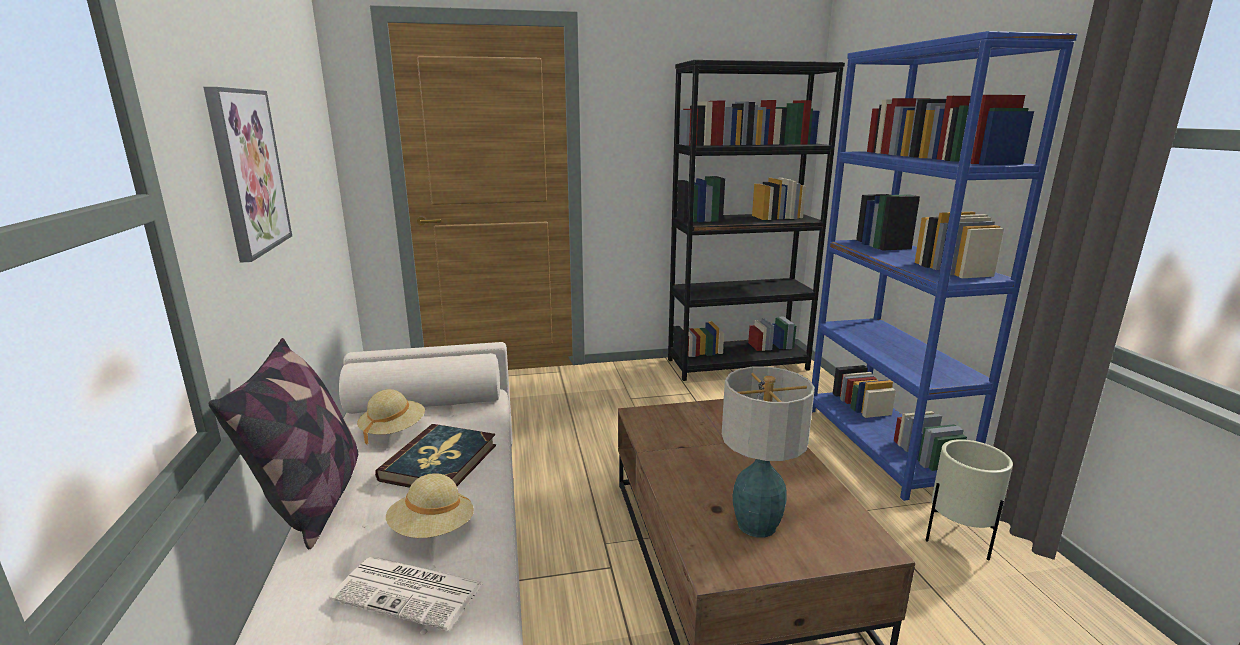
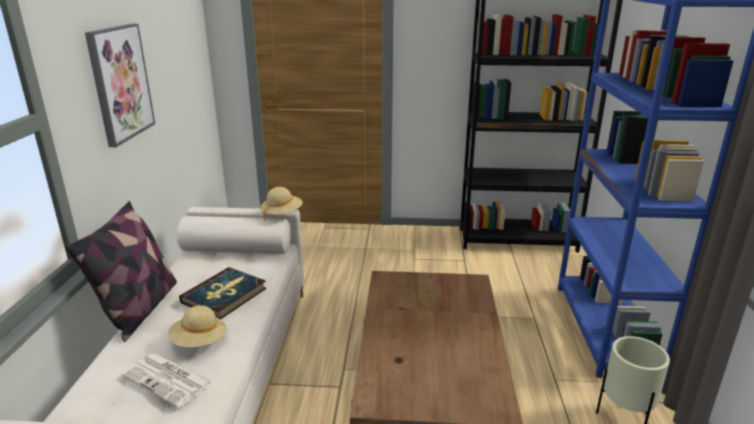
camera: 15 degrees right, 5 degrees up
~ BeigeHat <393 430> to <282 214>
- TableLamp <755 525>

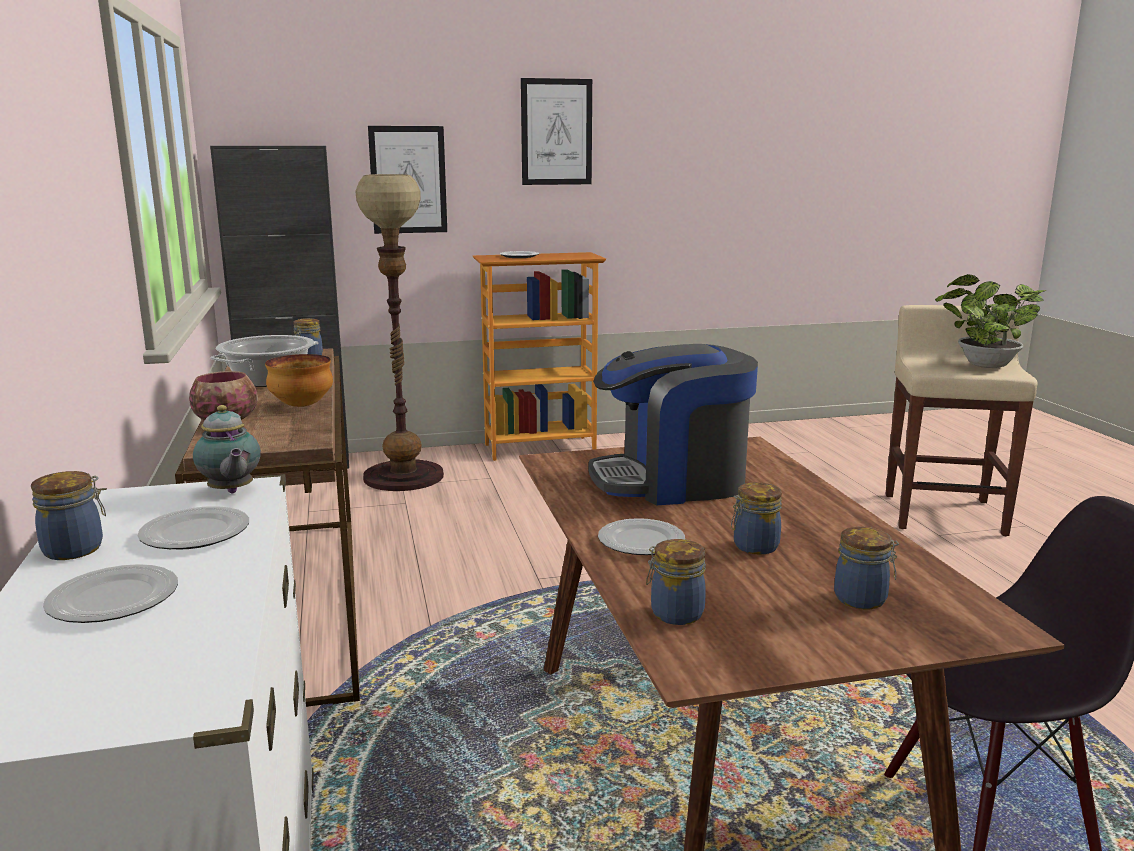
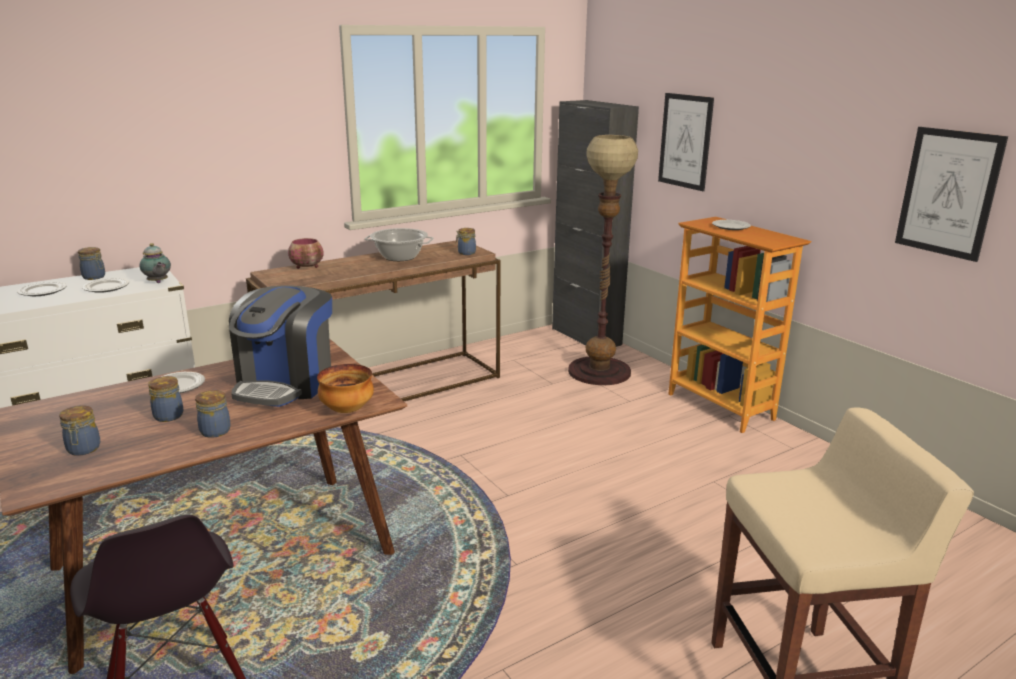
camera: 70 degrees right, 5 degrees up
~ Teapot <231 492> = <158 282> 75 degrees counterclockwise
~ Bowl <301 406> to <346 410>
~ Picture <556 132> to <948 193>
~ CoffeeMachine <672 481> = <285 384> 135 degrees counterclockwise
~ Jar <674 613> to <216 430>
- PottedPlant <982 365>

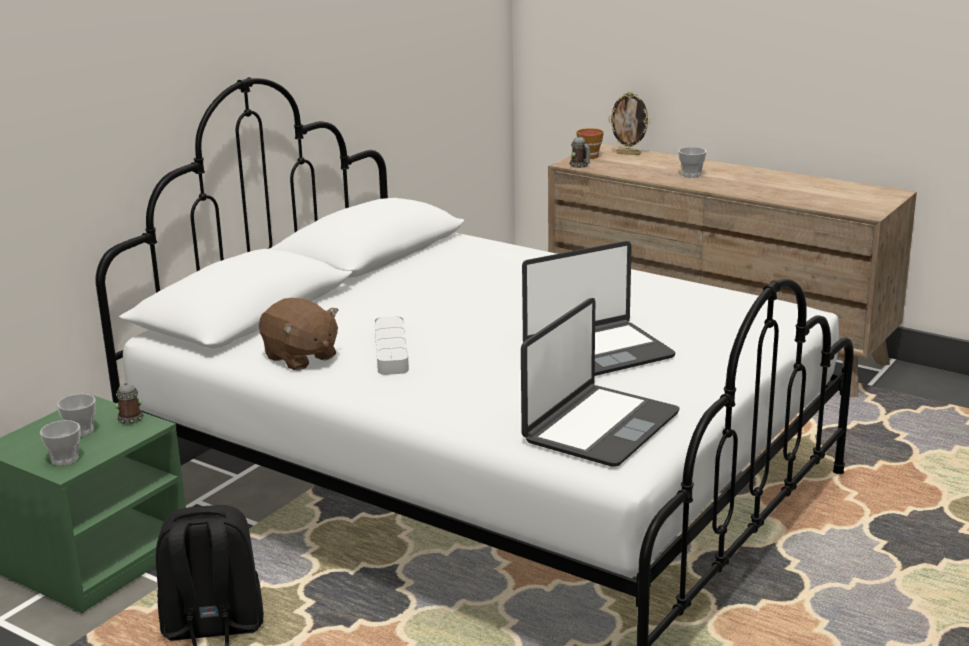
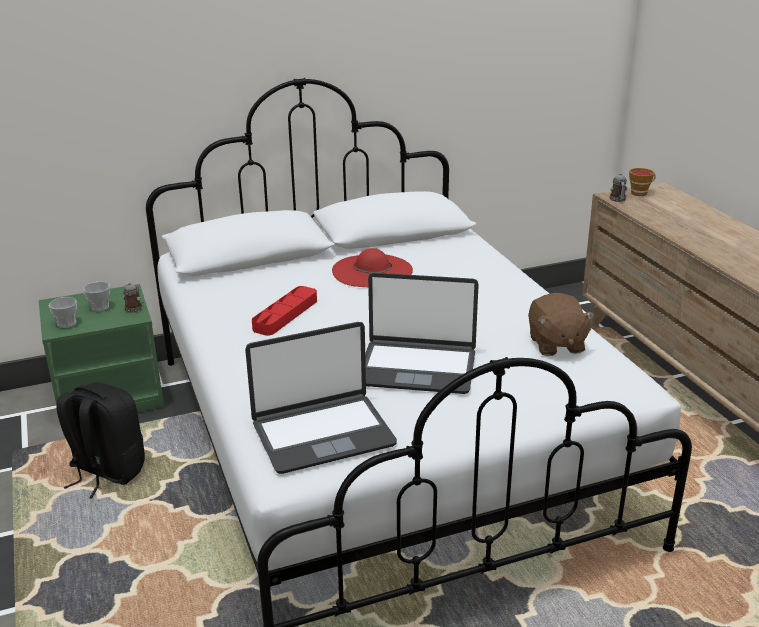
camera: 35 degrees right, 5 degrees up
~ BrownPlushToy <300 357> to <555 344>
~ GreyTray <391 351> to RedTray <285 315>
- PictureFrame <628 154>
- Cup <691 174>
+ RedHat <372 271>

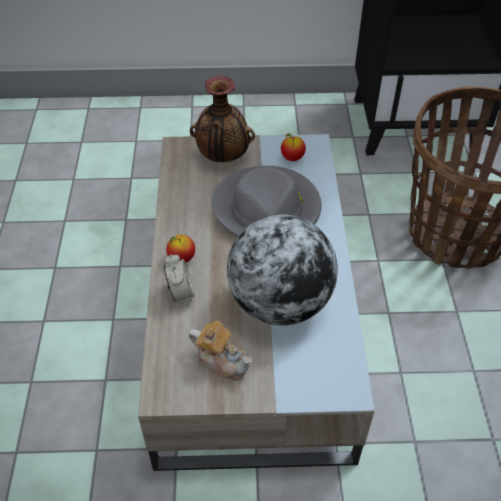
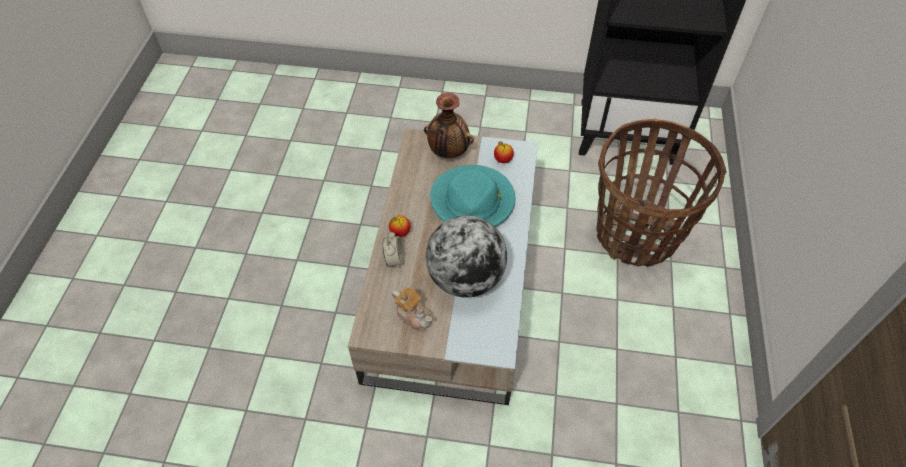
camera: 10 degrees right, 5 degrees up
~ GreyHat <267 209> to TurquoiseHat <473 201>

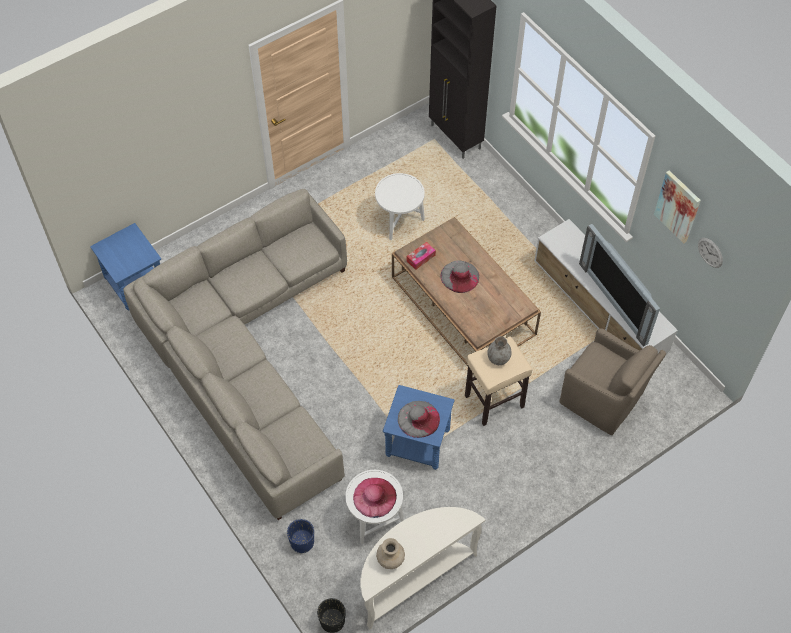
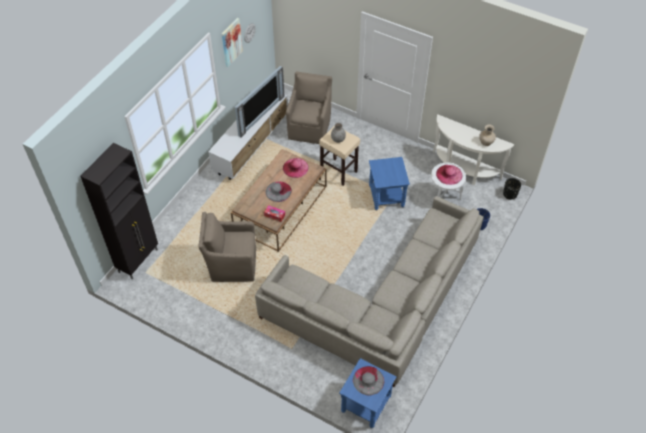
camera: 115 degrees left, 5 degrees down
~ WhiteSideTable <399 223> to BrownArmchair <232 264>
~ GreyHat <418 419> to <368 380>
+ PinkHat <295 167>

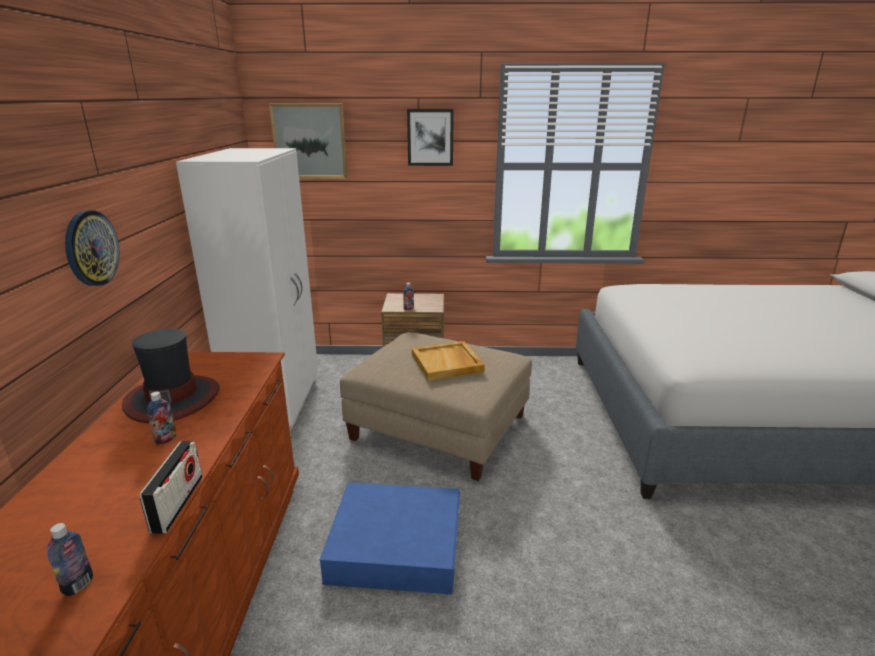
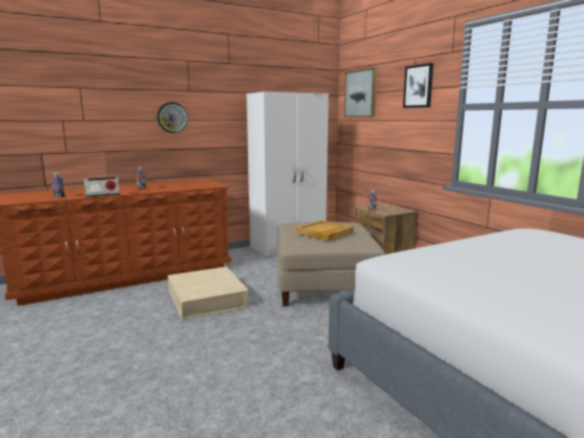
camera: 60 degrees right, 10 degrees down
- Hat <173 398>
~ BlueStorageBox <395 545> to BeigeStorageBox <207 299>

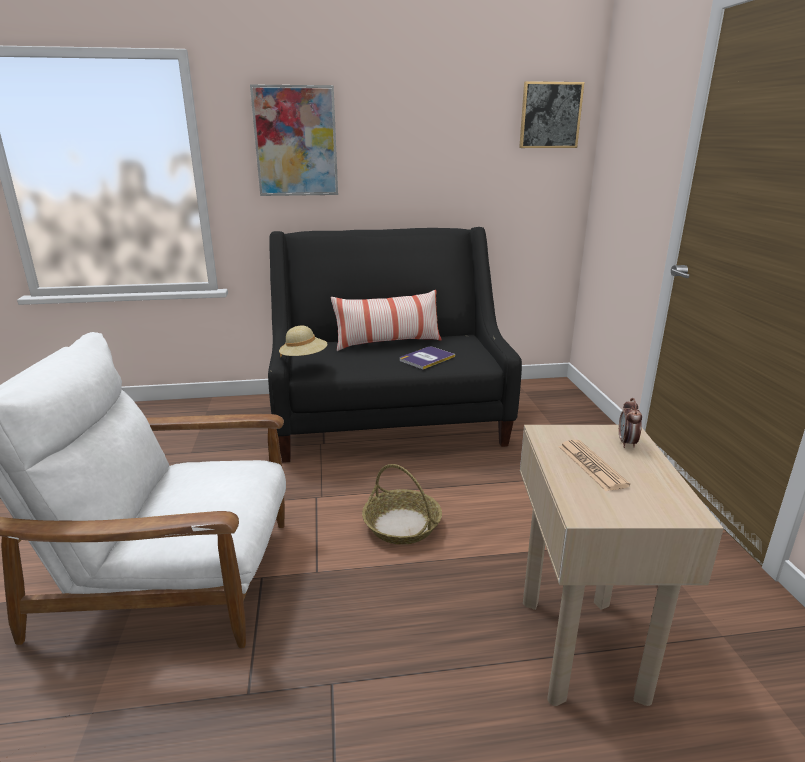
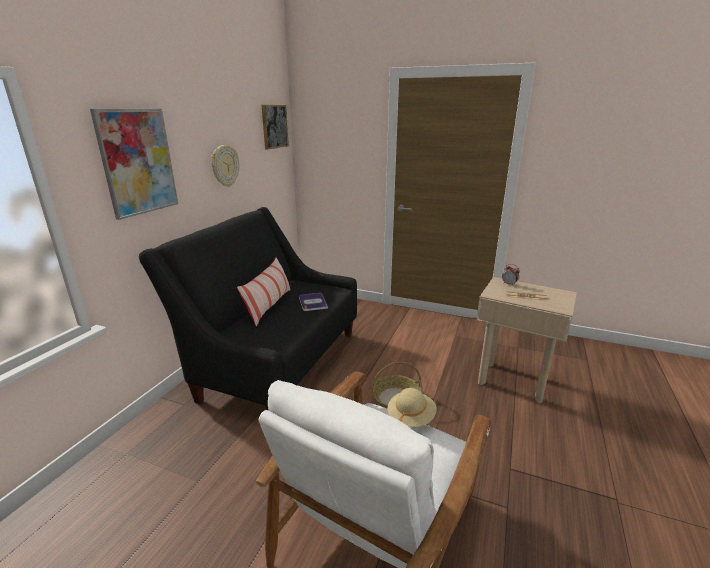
camera: 60 degrees left, 0 degrees up
~ BeigeHat <304 358> to <411 417>
+ WallClock <224 166>

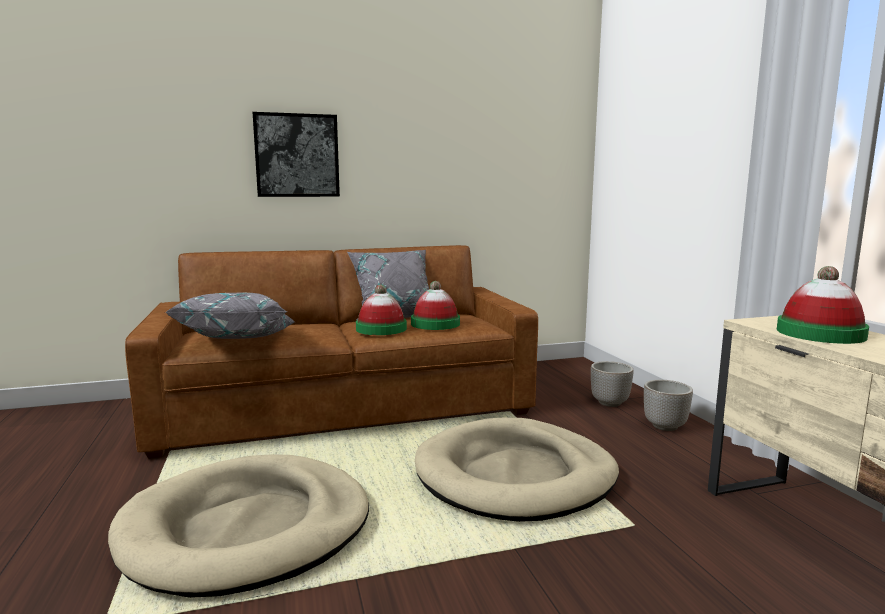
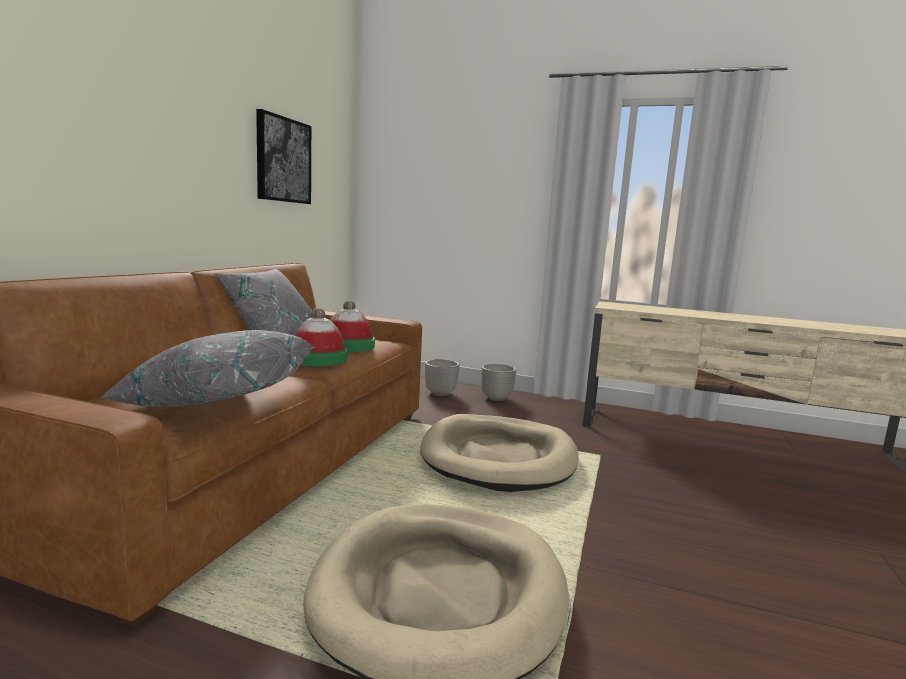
camera: 55 degrees left, 0 degrees up
~ Picture <297 155> to <283 160>
- Hat <820 333>

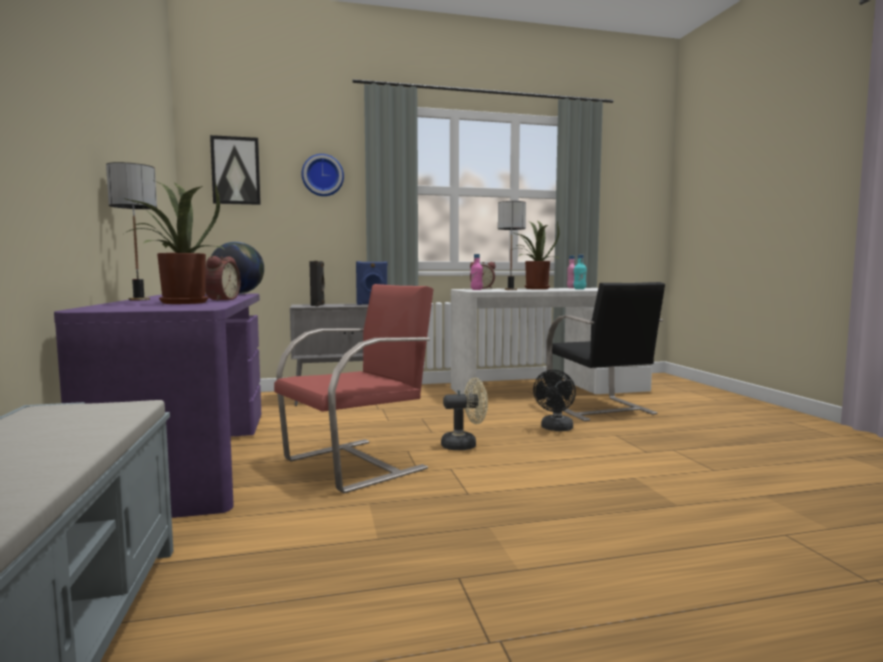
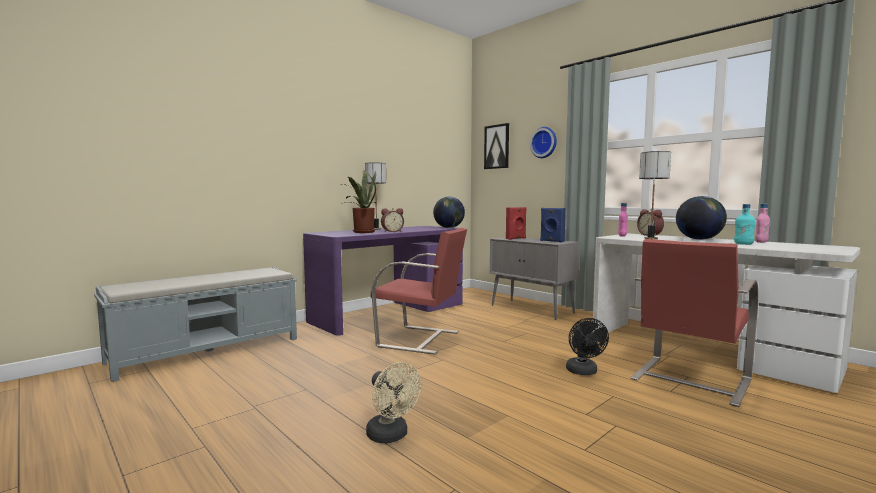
camera: 60 degrees right, 0 degrees up
~ BlackSpeaker <318 305> to RedSpeaker <516 238>
~ BeigeFan <464 445> to <391 436>
~ PottedPlant <534 288> to Globe <699 239>
~ BlackFan <555 429> = <583 372> 90 degrees counterclockwise
~ BlackChair <600 409> to RedChair <689 380>

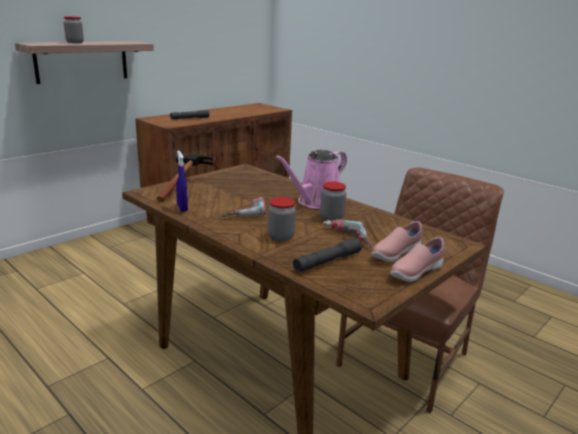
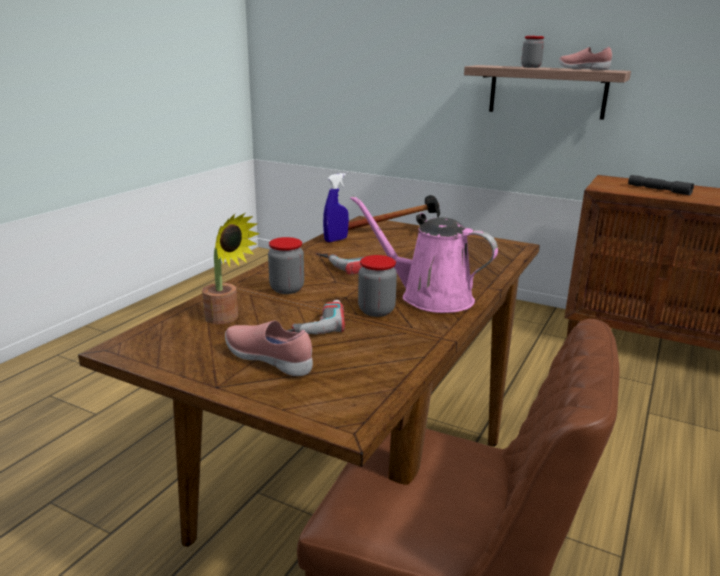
camera: 75 degrees right, 0 degrees up
~ GreyFlashlight <327 261> to PottedPlant <226 318>
~ PinkShoe <415 273> to <583 69>

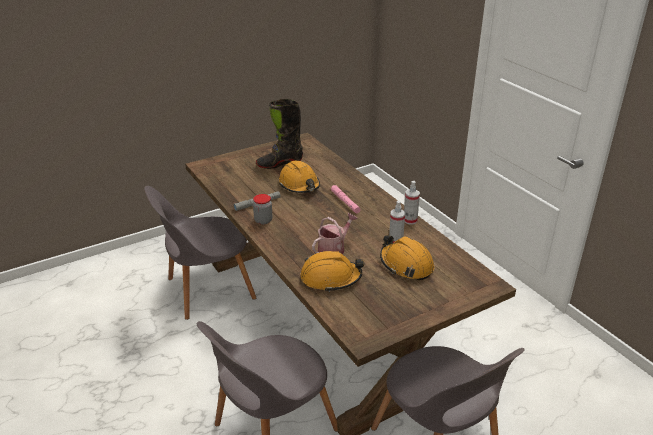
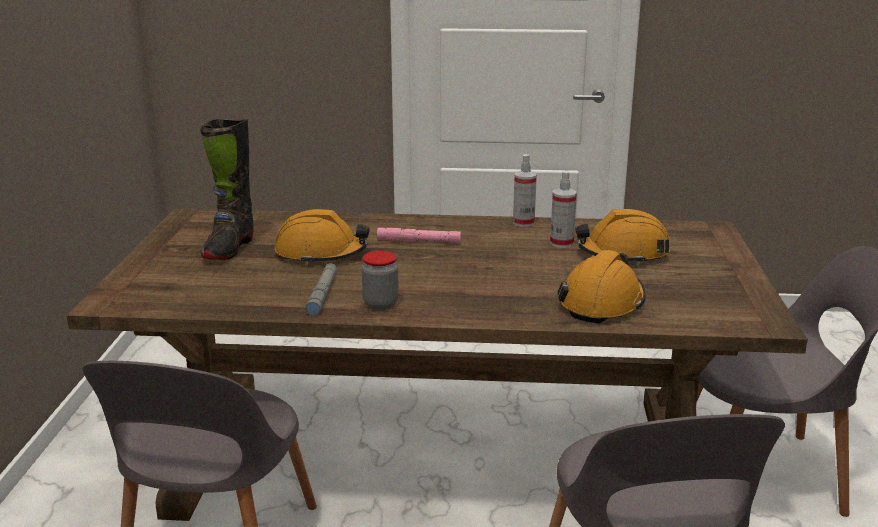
camera: 55 degrees left, 10 degrees down
- WateringCan <334 249>

